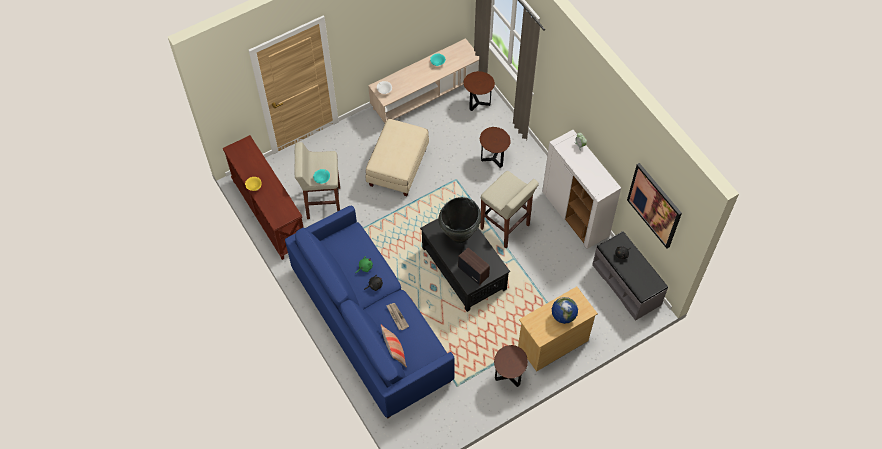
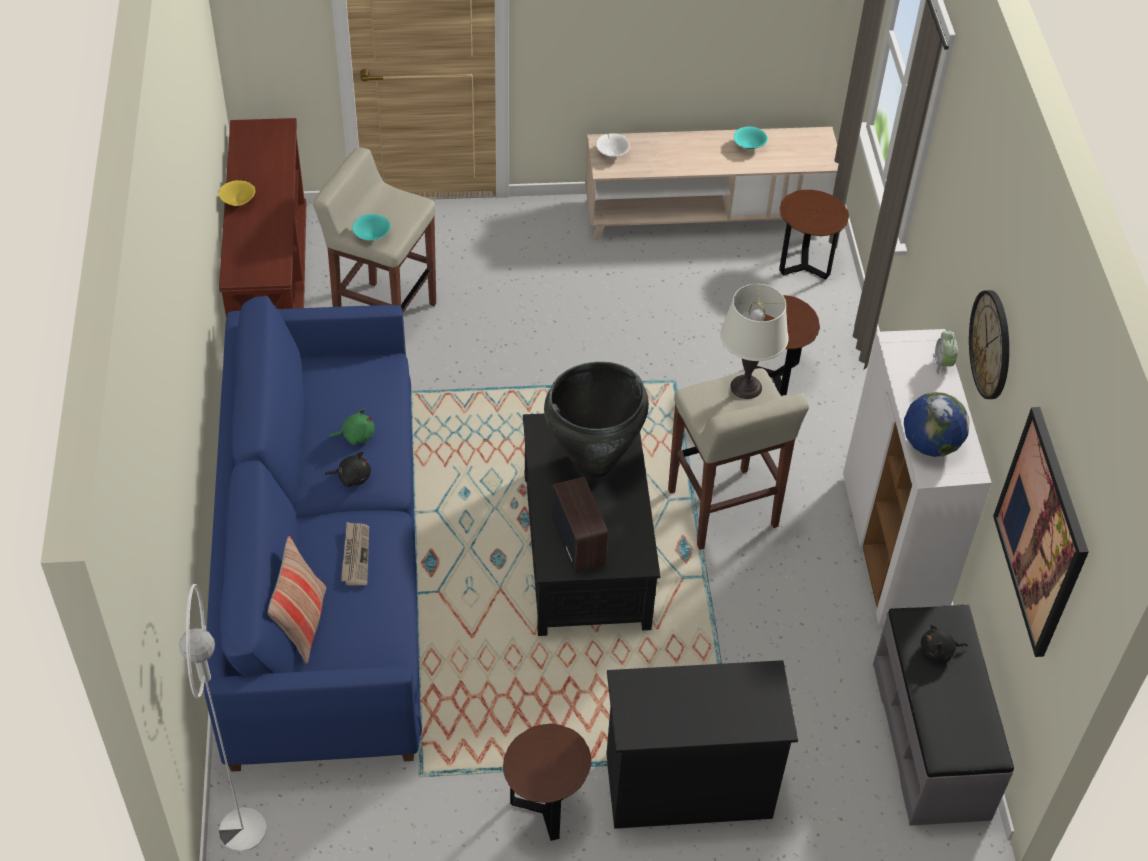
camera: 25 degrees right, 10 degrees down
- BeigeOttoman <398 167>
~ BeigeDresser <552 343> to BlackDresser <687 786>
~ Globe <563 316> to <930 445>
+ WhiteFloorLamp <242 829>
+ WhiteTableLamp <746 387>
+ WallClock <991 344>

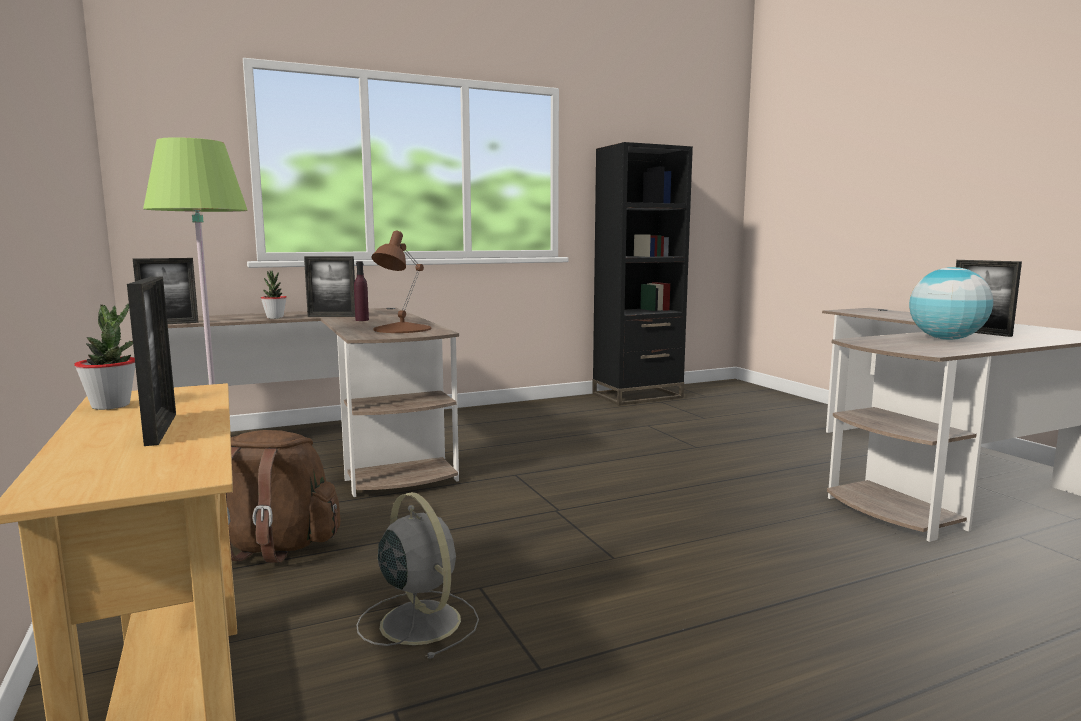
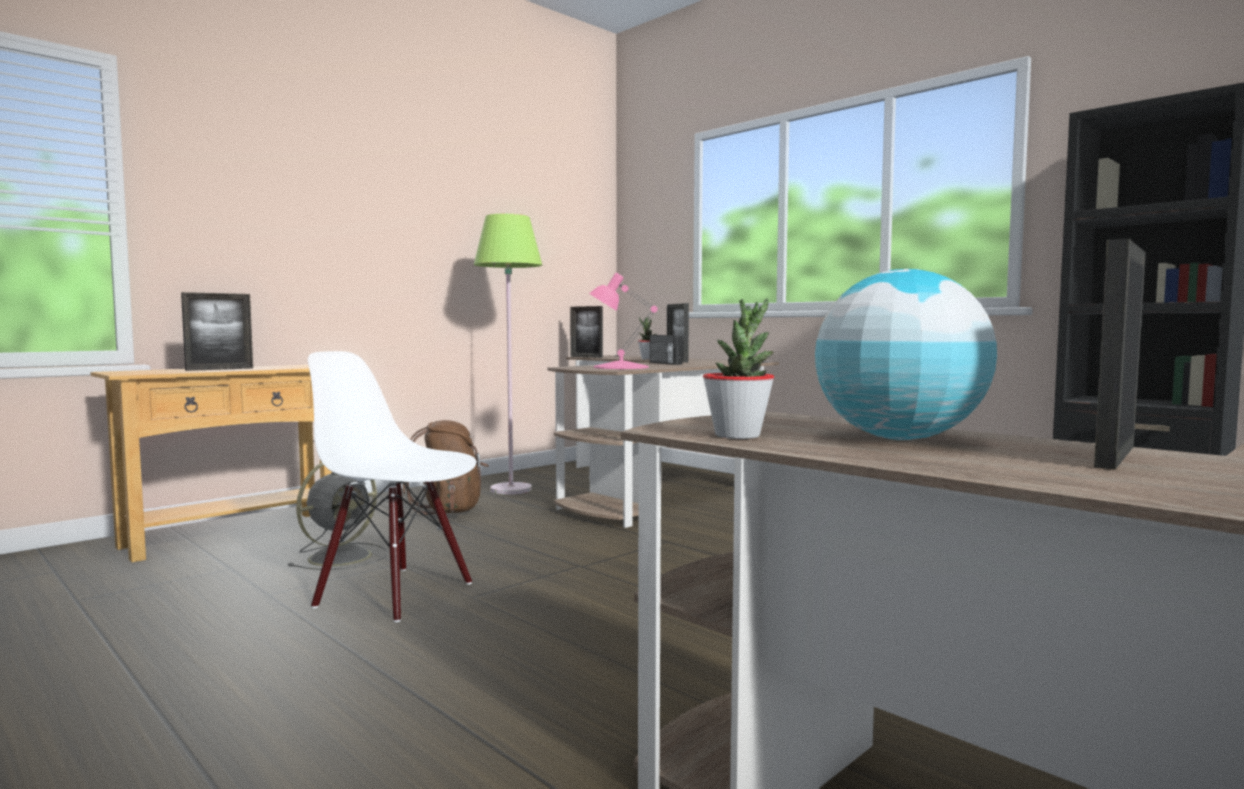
camera: 70 degrees right, 5 degrees down
~ PottedPlant <111 405> to <738 436>
~ PurpleBottle <362 320> to Radio <664 363>
~ BrownTableLamp <401 329> to PinkTableLamp <620 367>
+ WhiteChair <396 594>

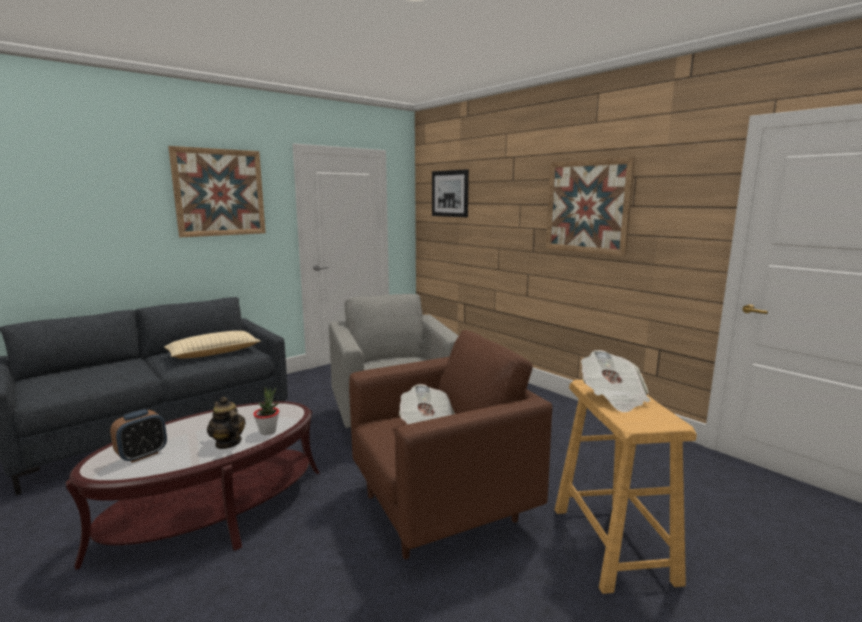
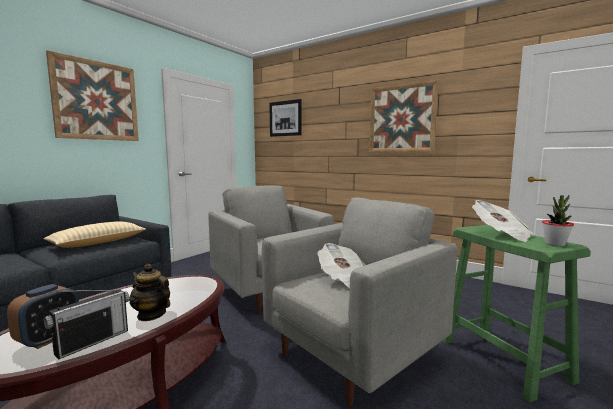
camera: 15 degrees left, 5 degrees down
~ PottedPlant <268 431> to <555 244>
~ BrownArmchair <442 508> to GreyArmchair <353 354>
~ BeigeStool <613 545> to GreenStool <504 360>
+ Radio <92 341>

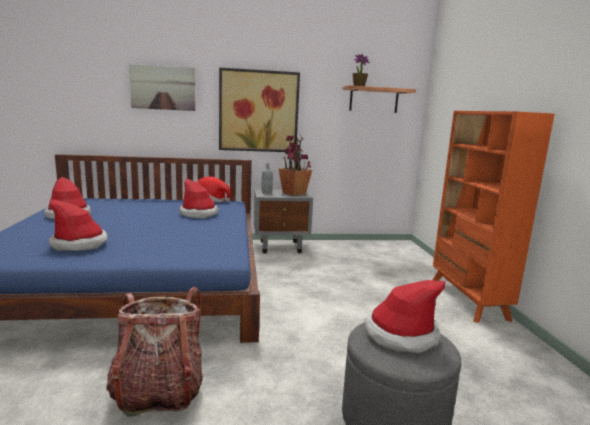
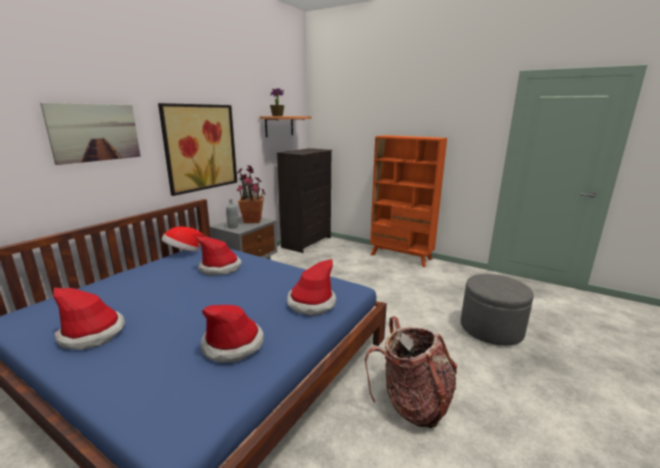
camera: 50 degrees left, 5 degrees up
~ Hat <400 334> to <311 303>
+ BlackDresser <307 242>

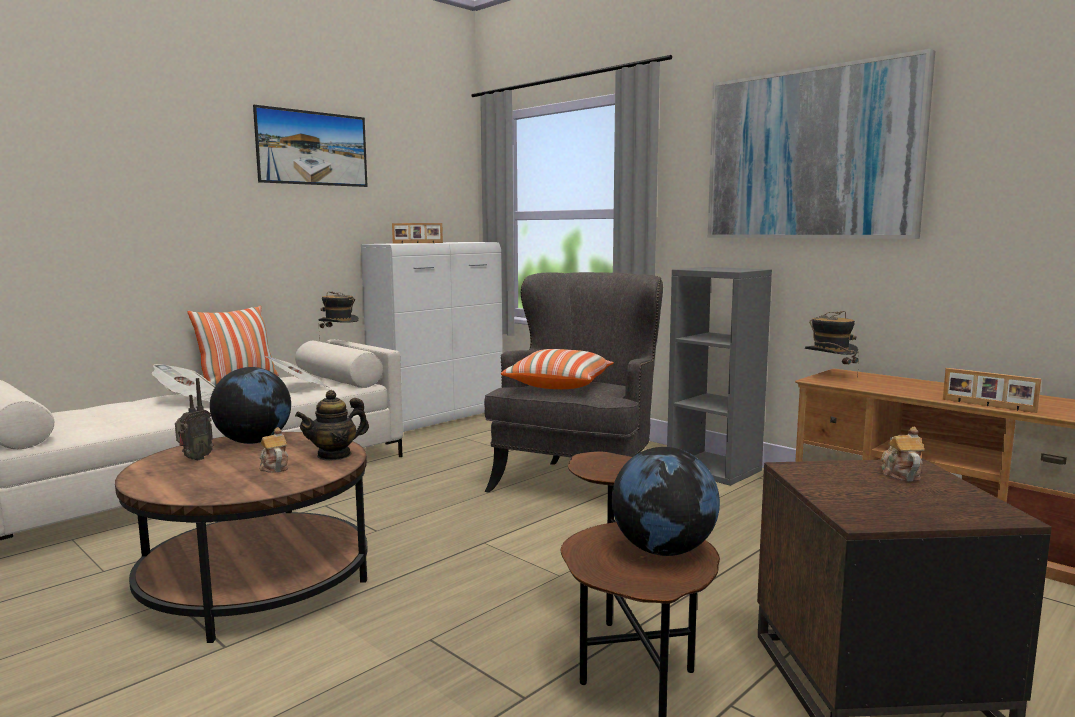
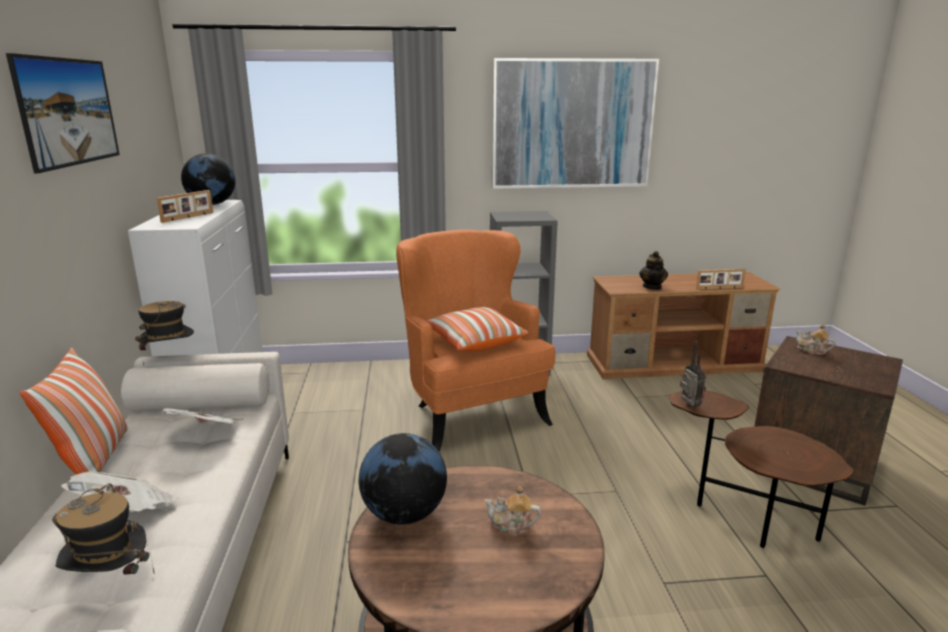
camera: 50 degrees left, 10 degrees up
~ Radio <195 459> to <689 406>
~ Teapot <334 455> to <652 287>
~ GreyArmchair <579 481> to OrangeArmchair <470 413>
~ Globe <663 550> to <212 204>
~ Hat <829 375> to <110 582>

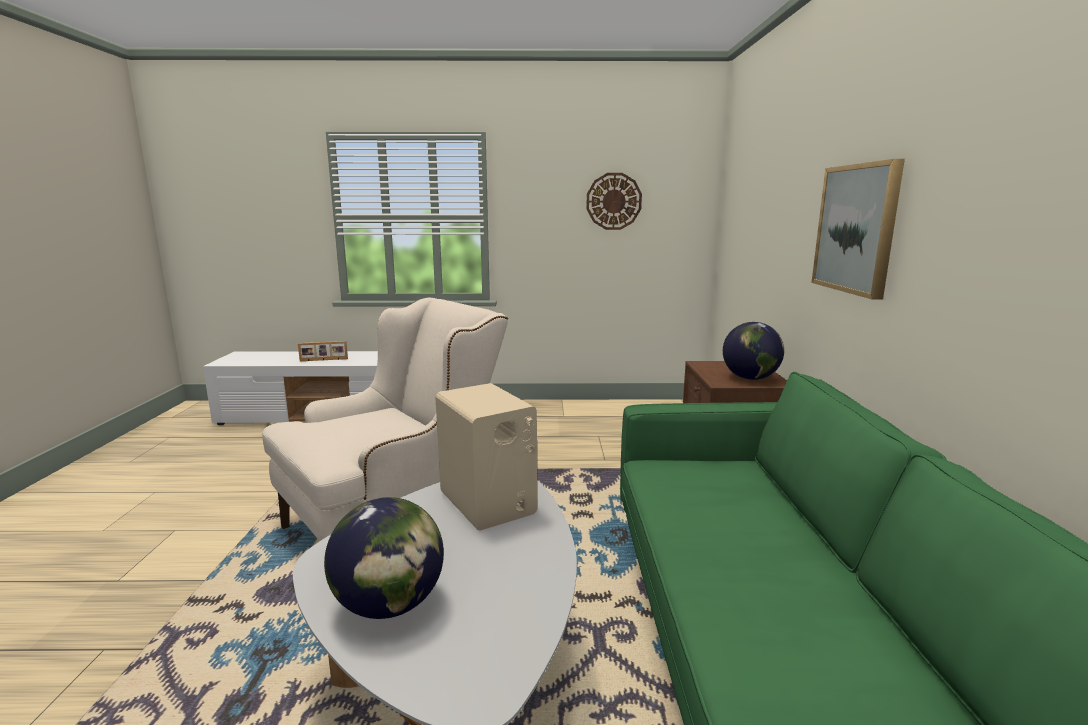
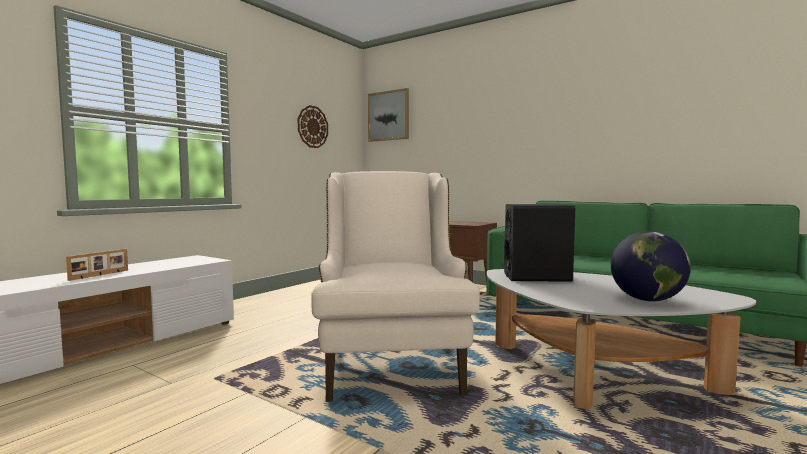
camera: 55 degrees left, 10 degrees down
~ BeigeSpeaker <487 503> to BlackSpeaker <537 277>
- Globe <750 378>
~ Picture <856 228> to <388 116>

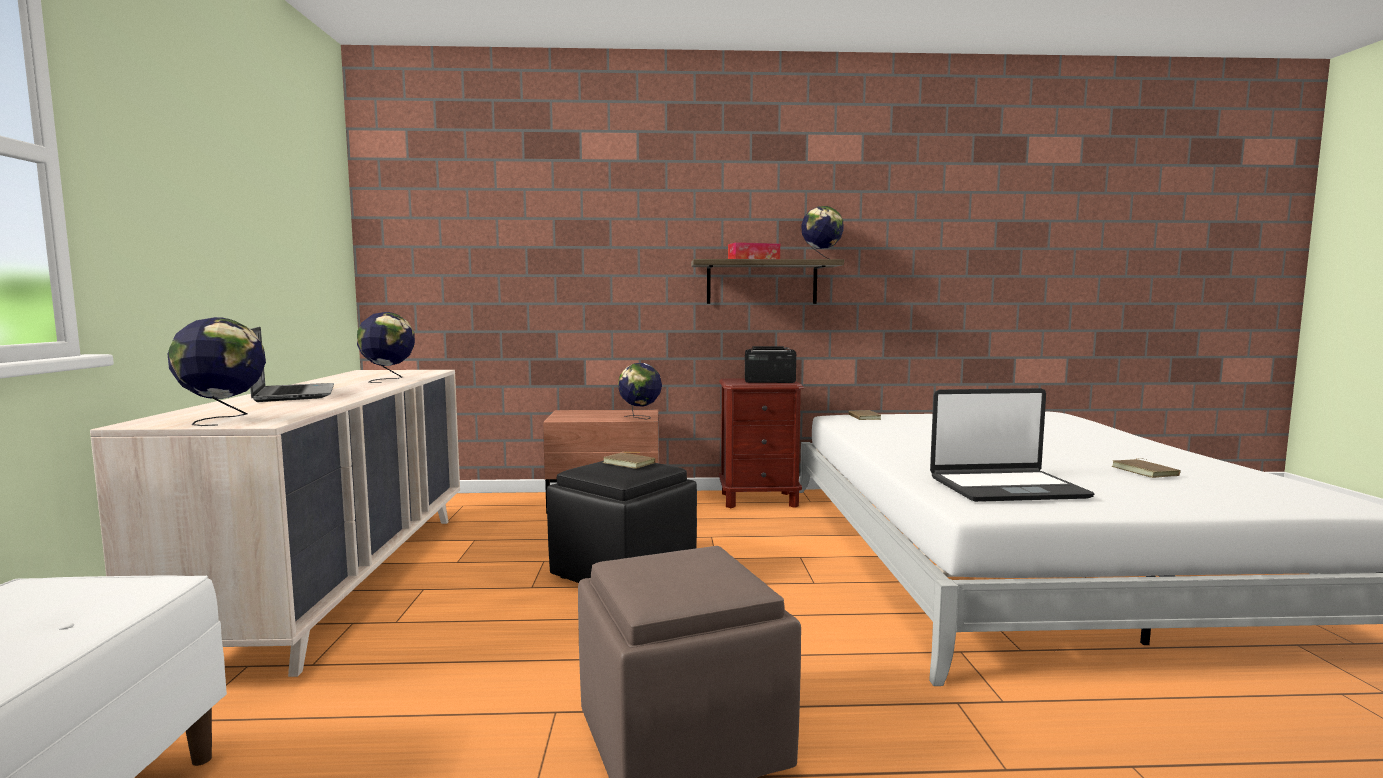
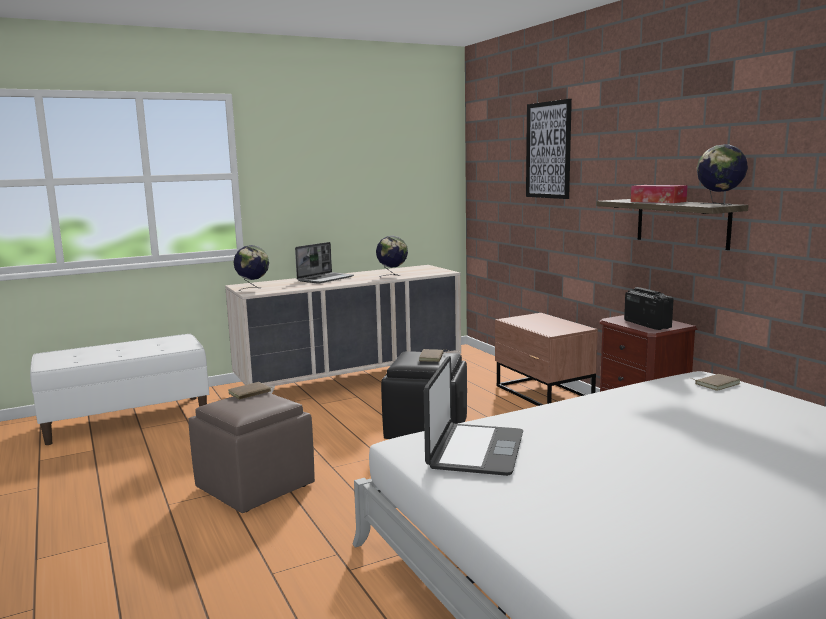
camera: 65 degrees right, 5 degrees up
- Globe <640 418>
~ Laptop <1006 487> = <474 450> 135 degrees counterclockwise
~ BrownBook <1146 471> to <250 393>
+ Picture <548 150>

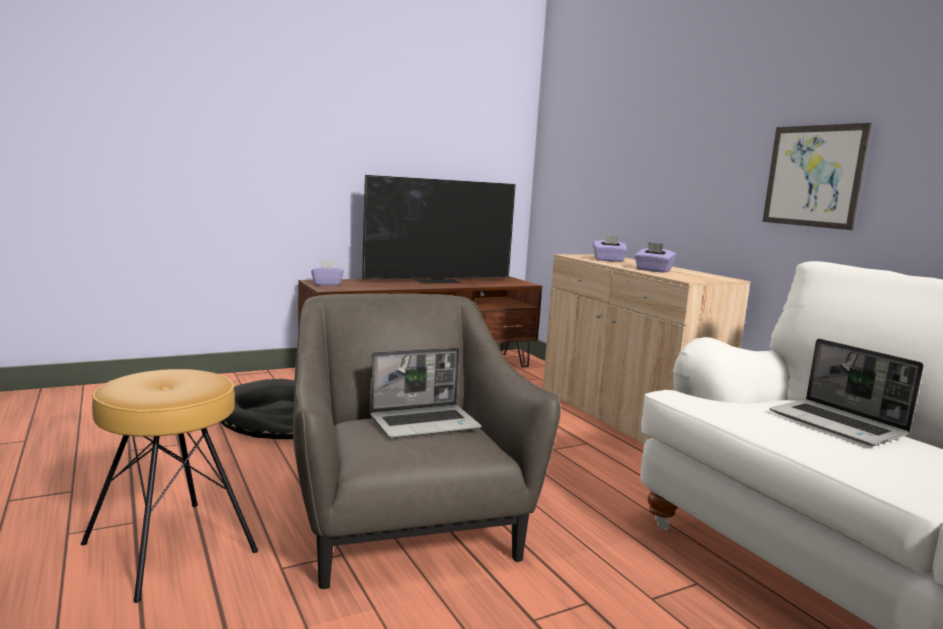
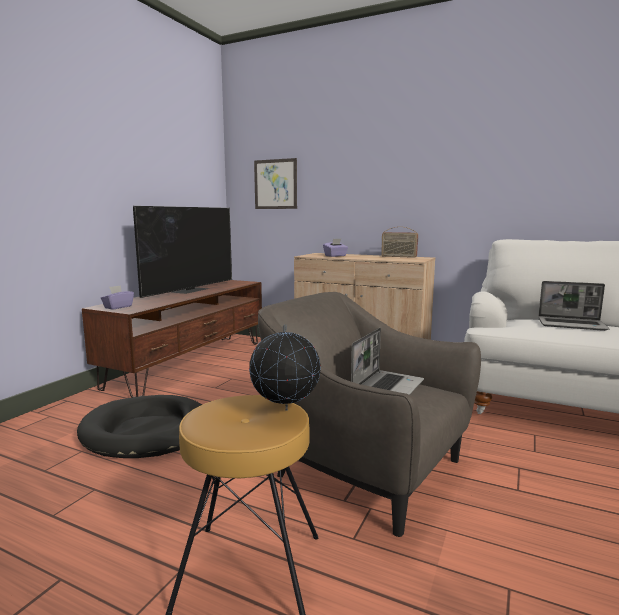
camera: 35 degrees left, 0 degrees up
- PurpleTissueBox <653 270>
~ Picture <813 176> to <275 184>
+ Globe <285 410>
+ Radio <398 256>

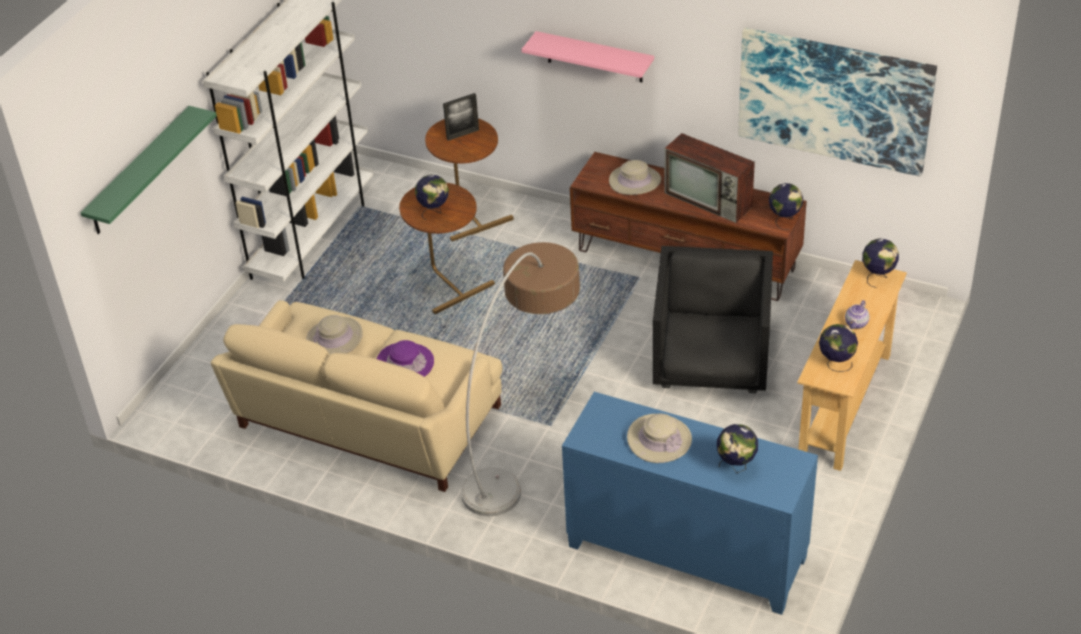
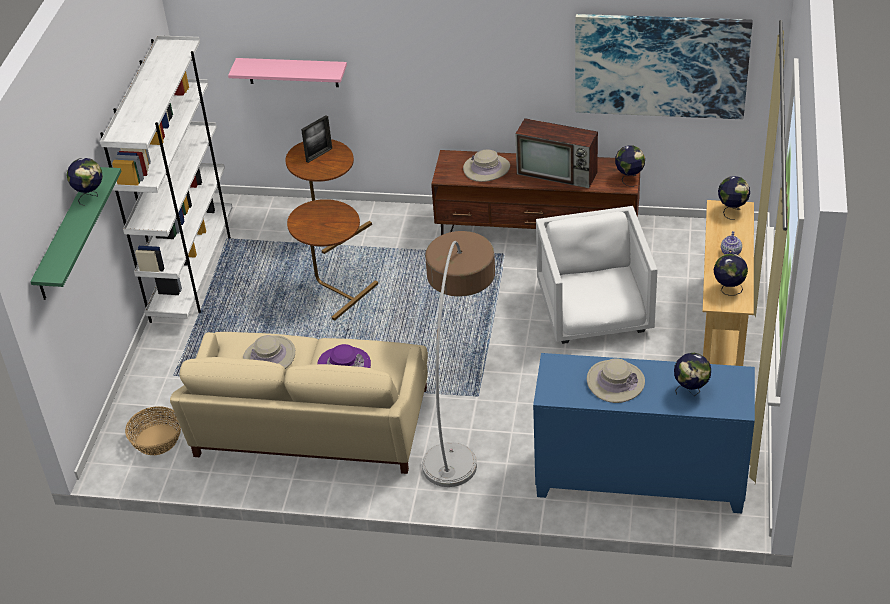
camera: 15 degrees left, 0 degrees up
~ Globe <434 212> to <90 196>
~ PinkShelf <594 57> to <292 72>
~ BlackArmchair <712 359> to WhiteArmchair <595 311>
+ Basket <156 439>

